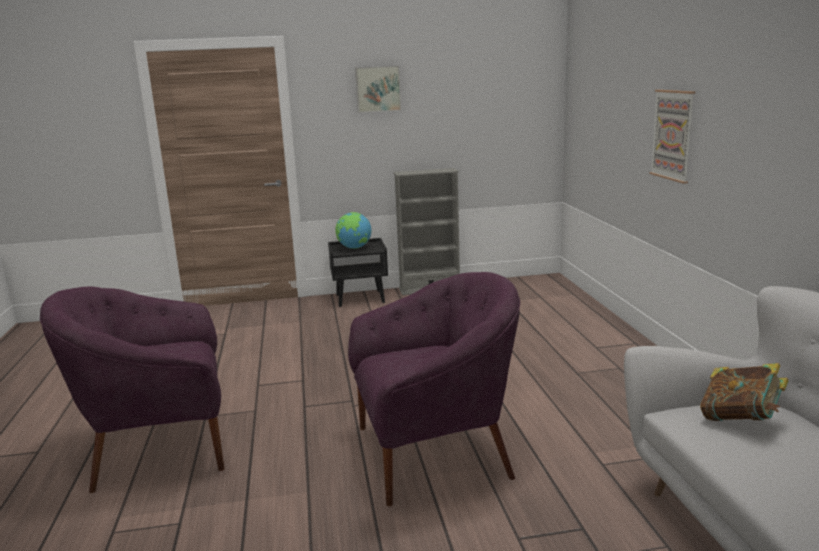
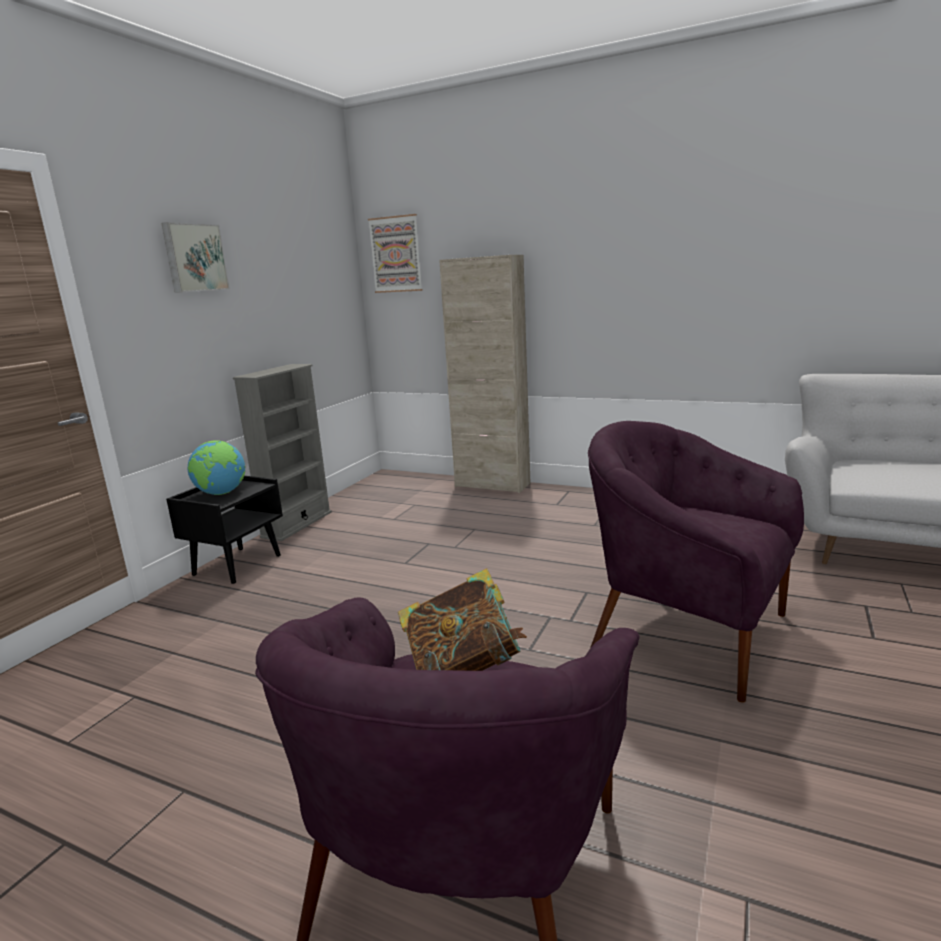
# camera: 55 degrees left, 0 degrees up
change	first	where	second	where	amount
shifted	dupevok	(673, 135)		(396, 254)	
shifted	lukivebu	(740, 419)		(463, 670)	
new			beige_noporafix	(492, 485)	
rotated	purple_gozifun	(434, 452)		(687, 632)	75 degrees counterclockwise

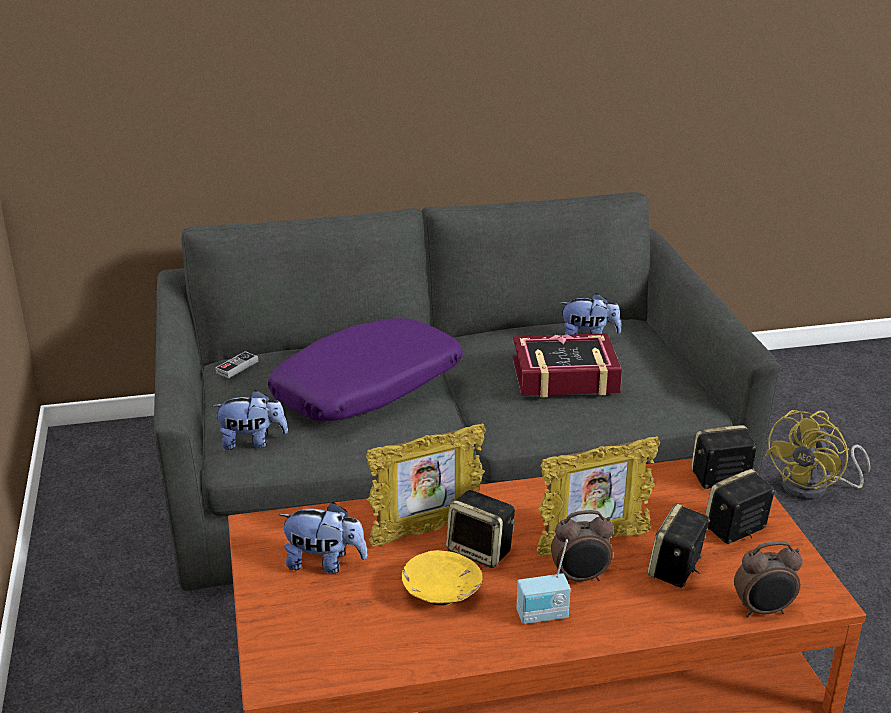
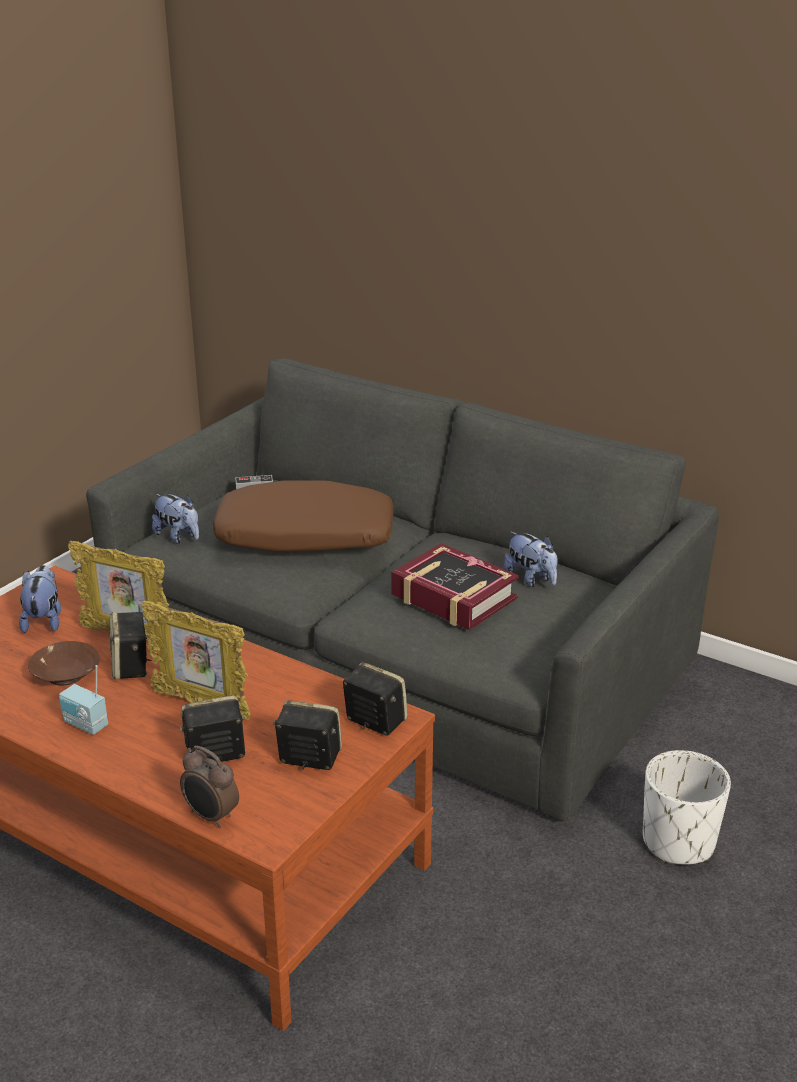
# camera: 45 degrees right, 0 degrees up
change	first	where	second	where	amount
rotated	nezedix	(324, 563)		(44, 620)	150 degrees counterclockwise
repainted	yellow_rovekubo	(441, 591)	brown_rovekubo	(65, 675)	
repainted	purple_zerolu	(368, 388)	brown_zerolu	(305, 537)	
swapped	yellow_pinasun	(814, 488)	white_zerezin	(678, 842)	
gone	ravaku	(580, 578)			

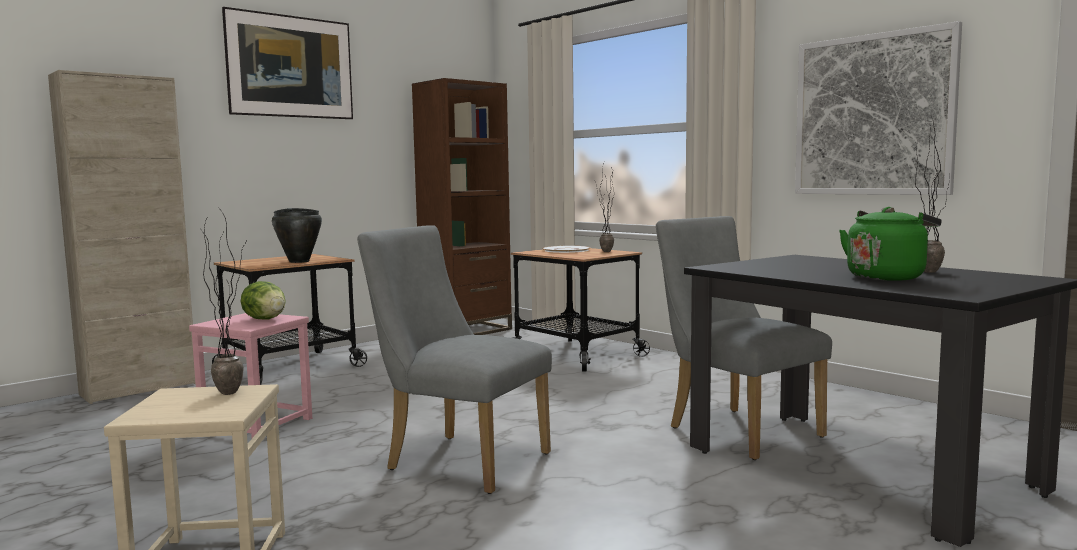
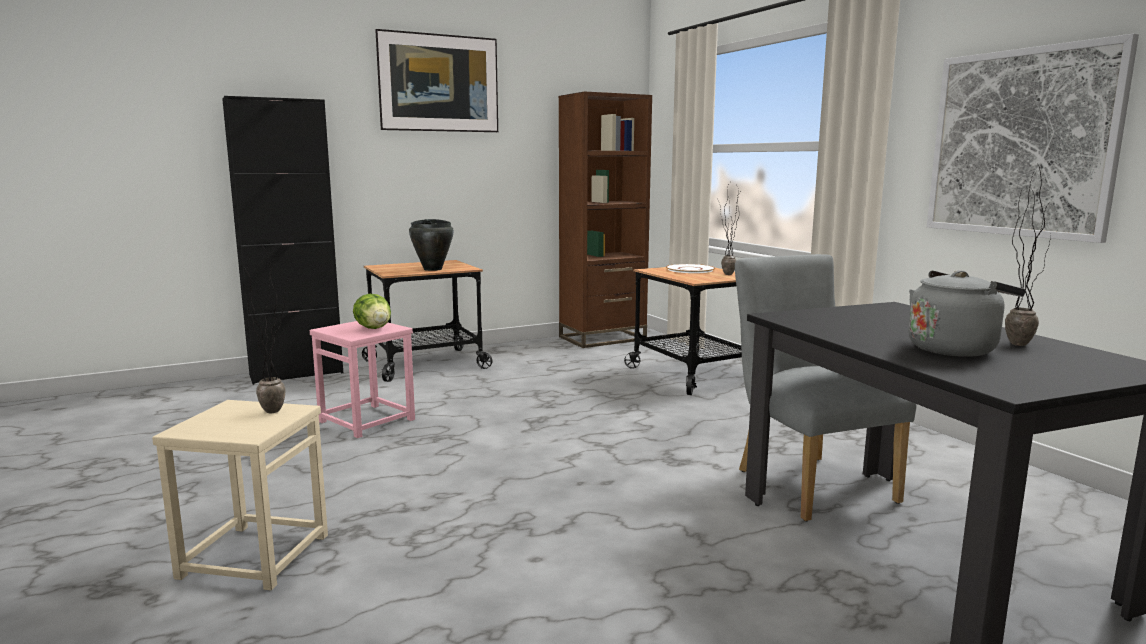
# camera: 15 degrees right, 5 degrees up
change	first	where	second	where	amount
repainted	beige_noporafix	(139, 389)	black_noporafix	(296, 374)	
repainted	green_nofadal	(887, 277)	grey_nofadal	(954, 349)	
gone	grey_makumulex	(458, 460)			

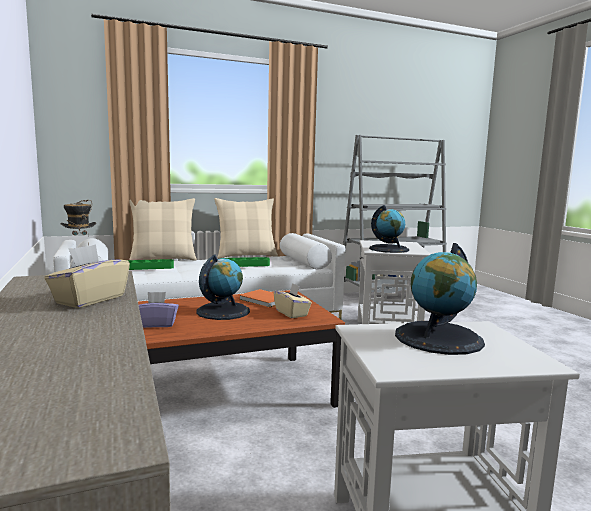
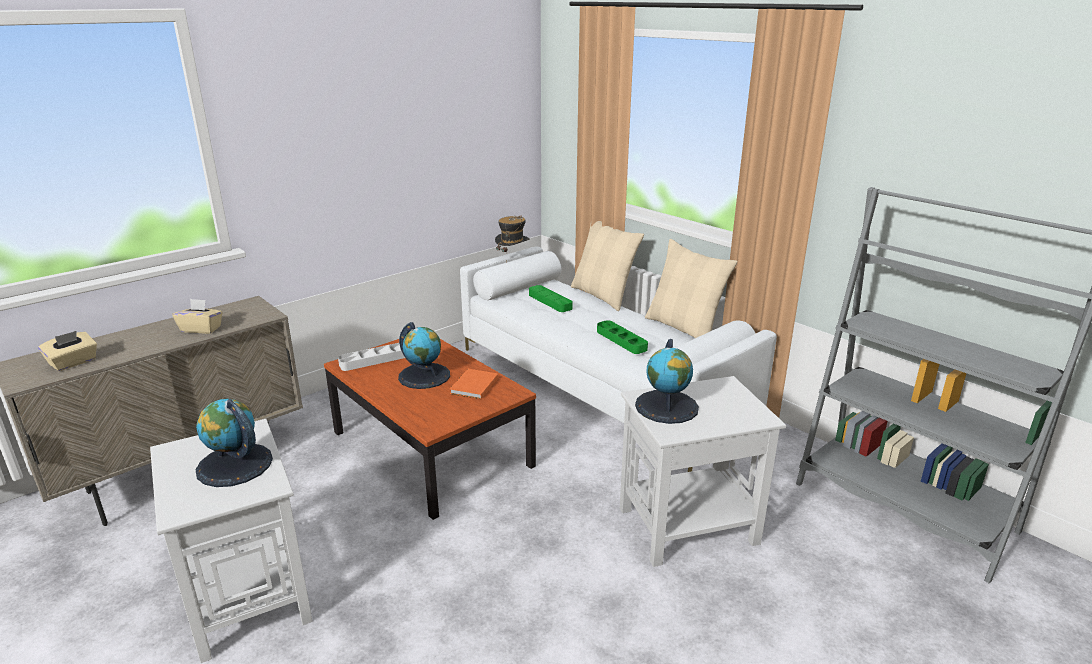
# camera: 70 degrees right, 15 degrees up
change	first	where	second	where	amount
shifted	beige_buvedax	(292, 313)		(73, 363)	
swapped	purple_buvedax	(156, 324)	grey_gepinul	(374, 360)	

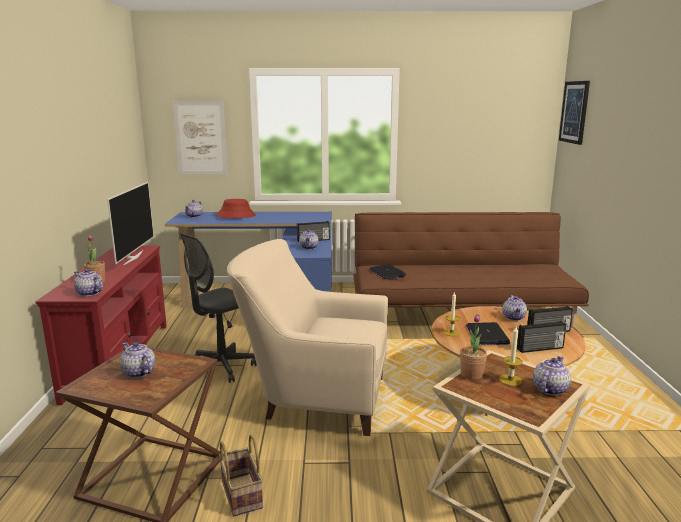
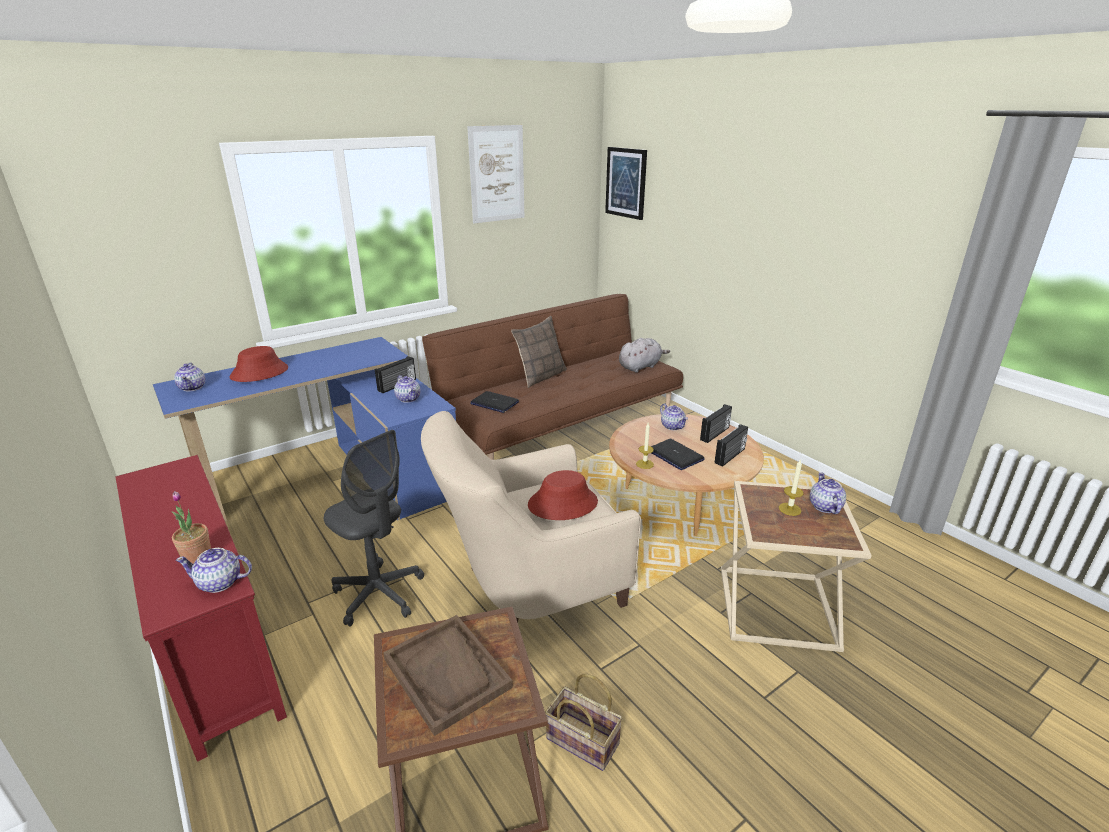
# camera: 35 degrees left, 10 degrees up
change	first	where	second	where	amount
rotated	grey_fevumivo	(221, 368)		(379, 594)	60 degrees counterclockwise
swapped	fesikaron	(138, 372)	brown_gepinul	(447, 673)	
shifted	dupevok	(200, 138)		(497, 174)	
new			zerolu	(540, 376)	
new			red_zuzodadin	(562, 503)	
new			grey_nezedix	(640, 367)	
gone	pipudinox	(132, 257)			
gone	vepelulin	(471, 375)			

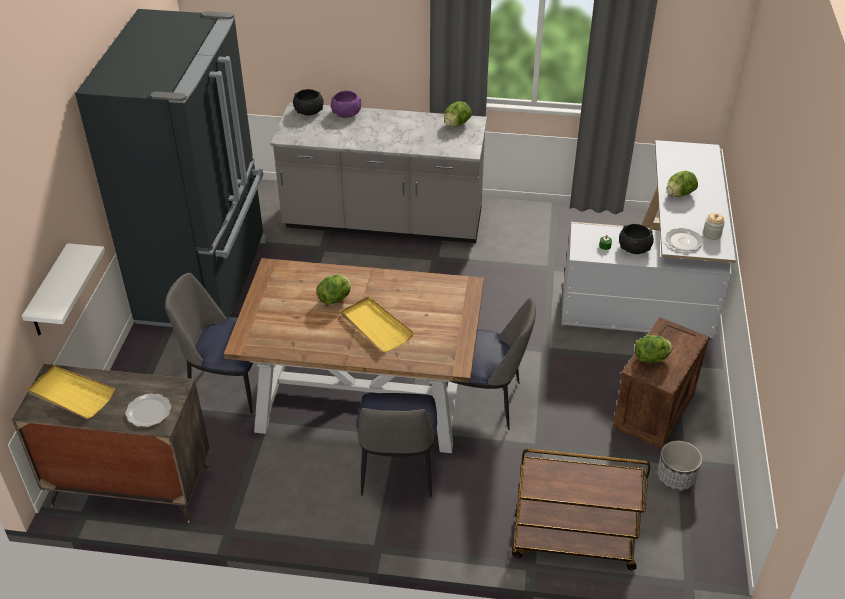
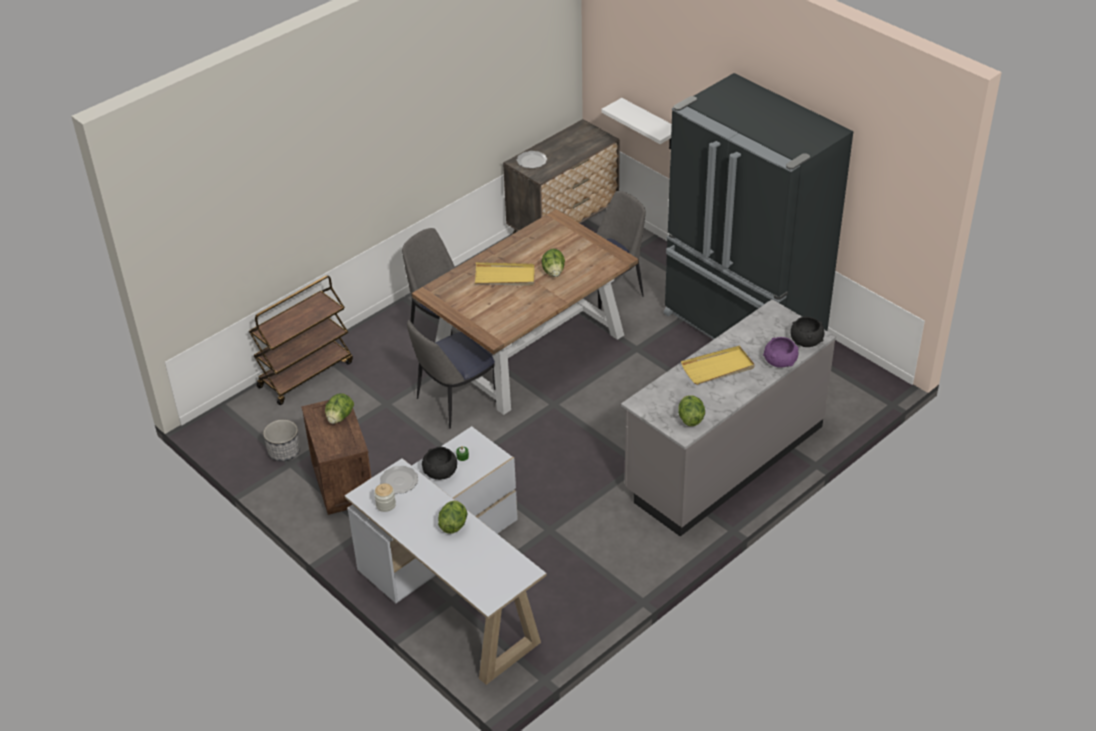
# camera: 130 degrees right, 0 degrees up
change	first	where	second	where	amount
shifted	yellow_gepinul	(71, 394)		(718, 367)	

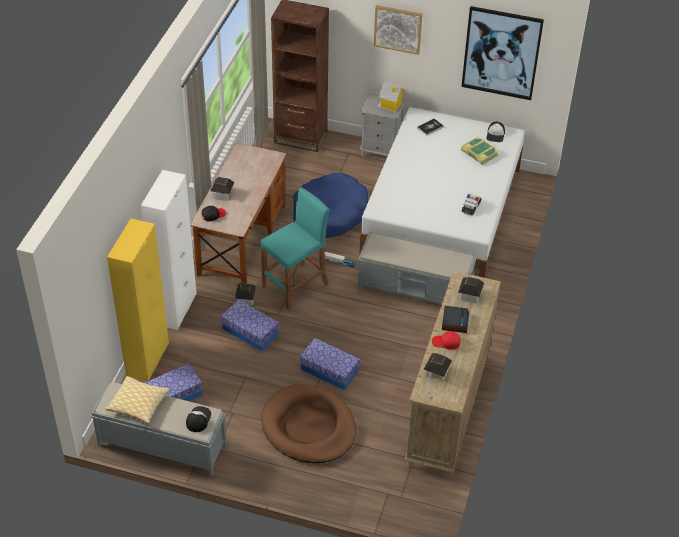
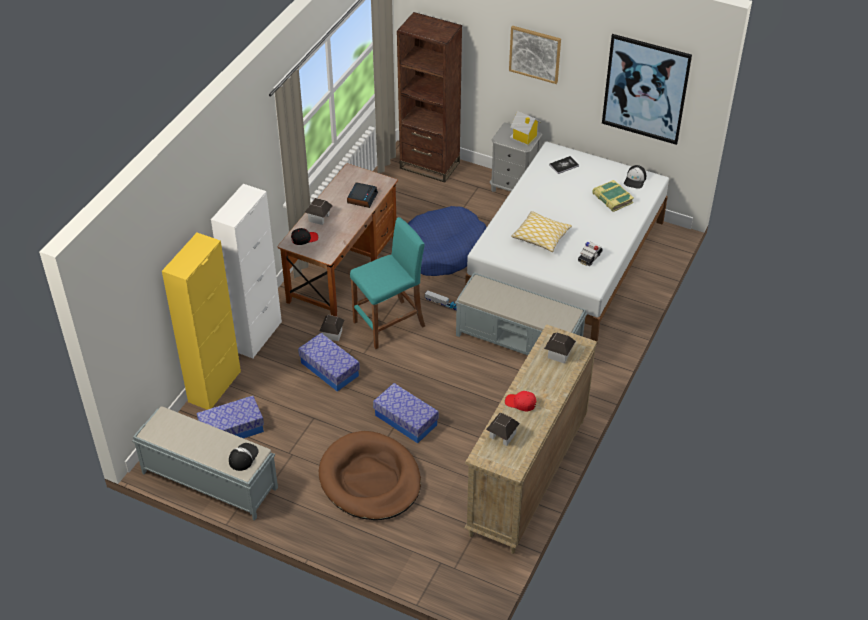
# camera: 10 degrees right, 0 degrees up
change	first	where	second	where	amount
shifted	ravaku	(454, 322)		(362, 198)	
shifted	zerolu	(138, 404)		(541, 236)	

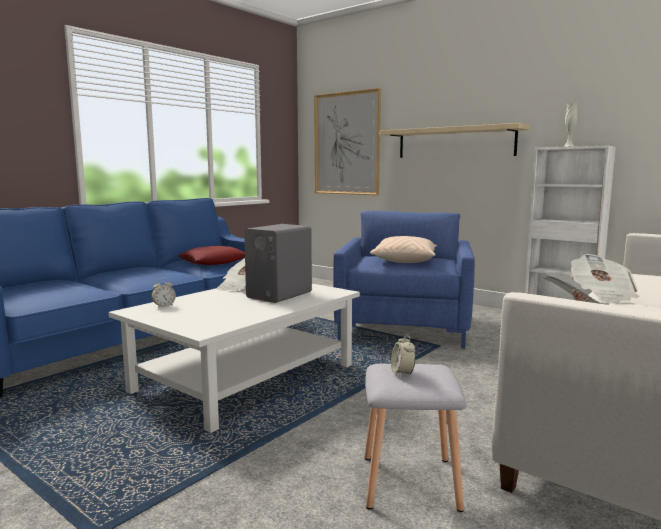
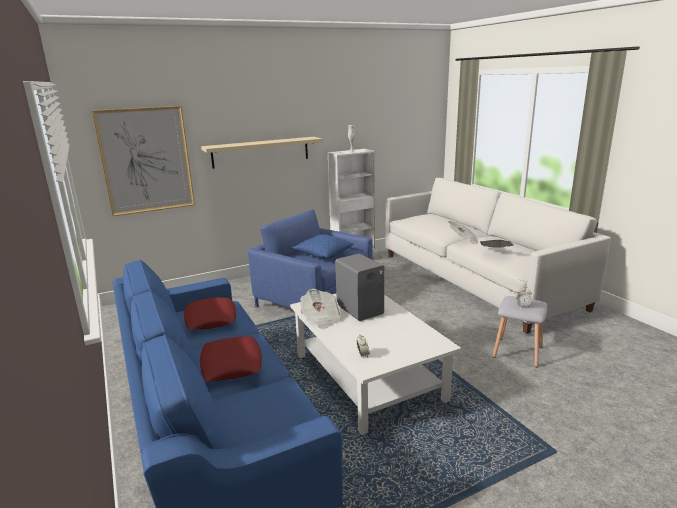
# camera: 65 degrees left, 10 degrees up
change	first	where	second	where	amount
new			red_zerolu	(231, 364)	
repainted	beige_zerolu	(404, 260)	blue_zerolu	(323, 254)	

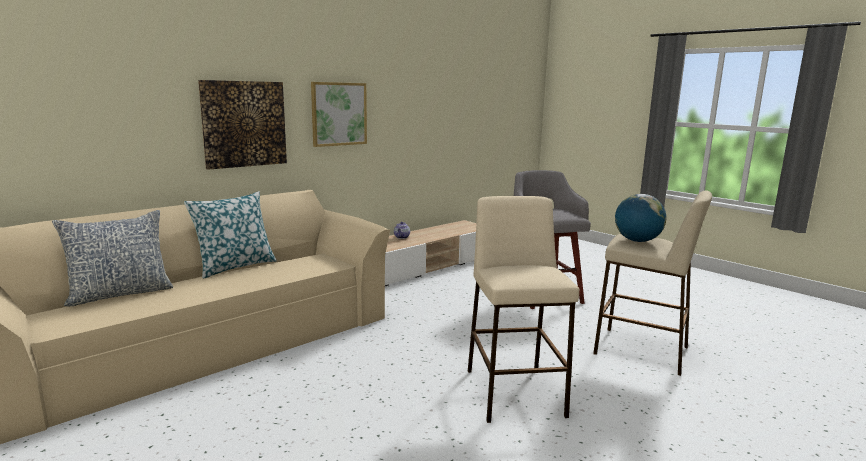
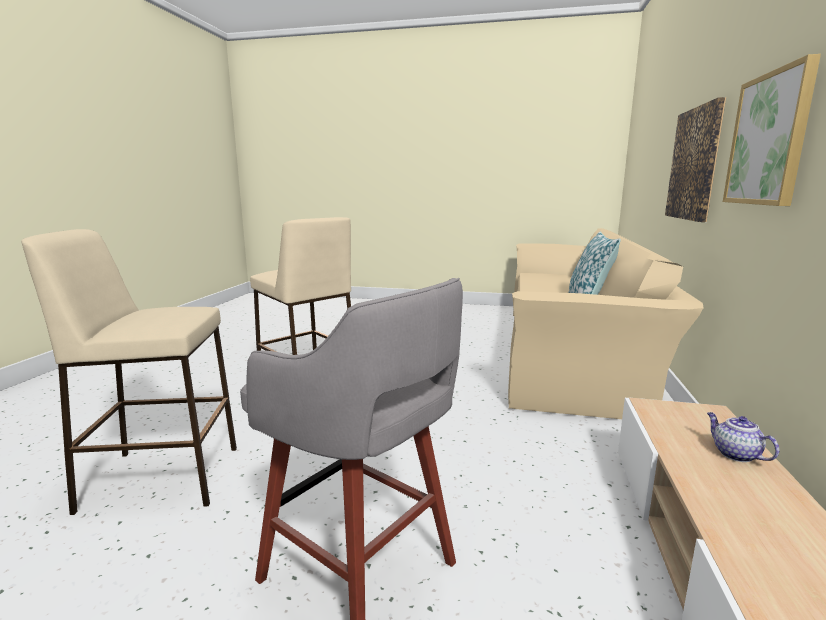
# camera: 145 degrees right, 0 degrees up
change	first	where	second	where	amount
gone	zerolu	(120, 293)			
gone	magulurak	(637, 241)			

